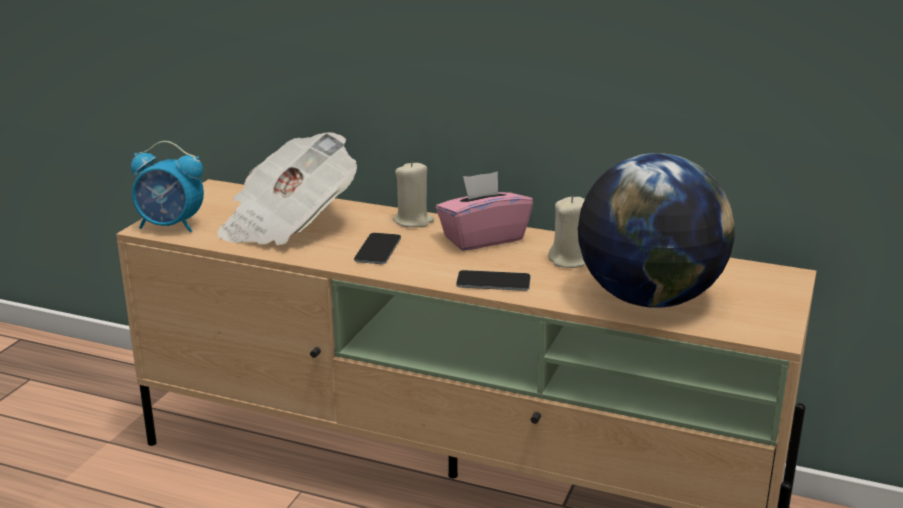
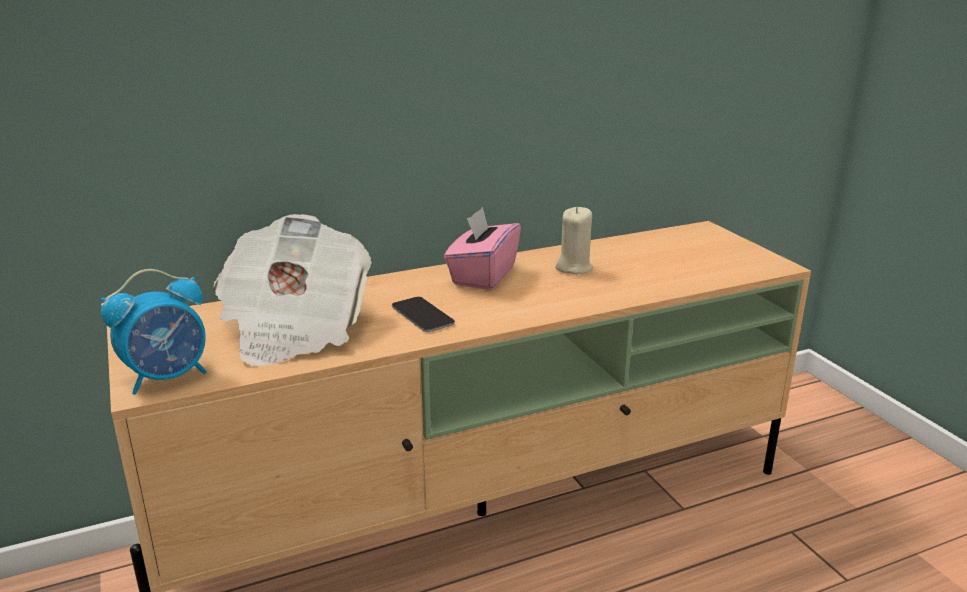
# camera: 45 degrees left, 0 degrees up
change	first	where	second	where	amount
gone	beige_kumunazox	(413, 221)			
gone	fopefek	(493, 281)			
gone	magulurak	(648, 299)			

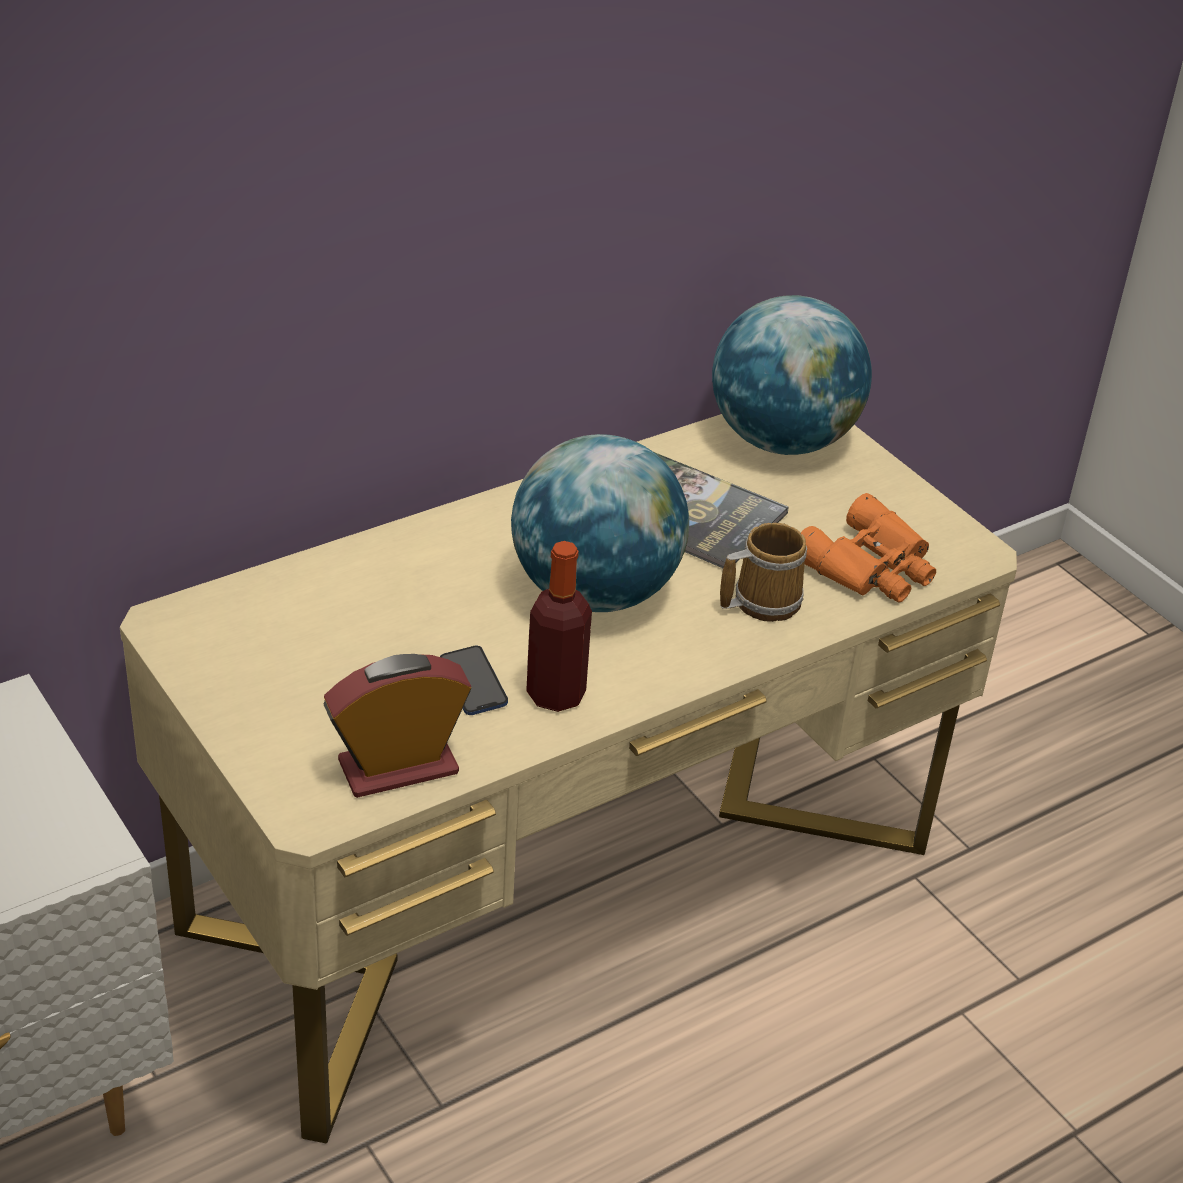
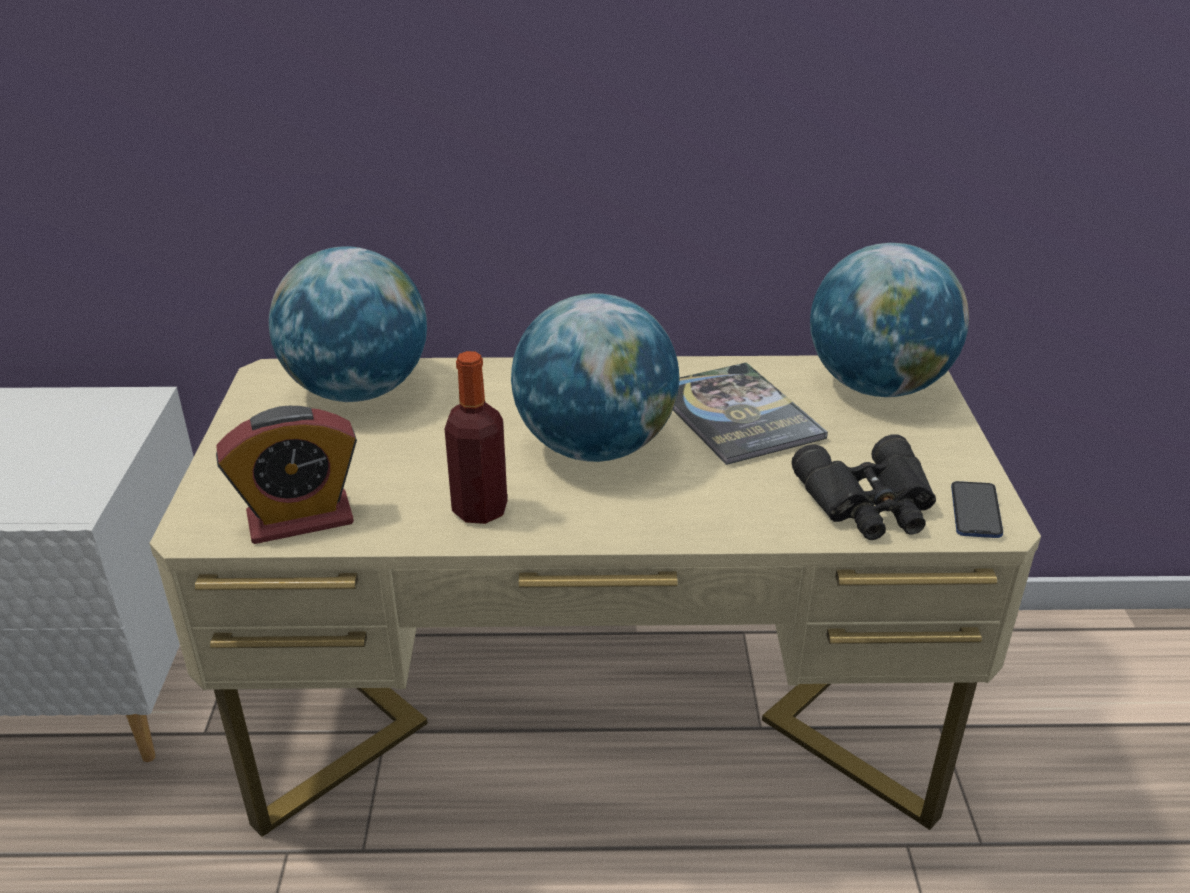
# camera: 35 degrees right, 5 degrees down
change	first	where	second	where	amount
rotated	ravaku	(398, 767)		(300, 519)	150 degrees clockwise
new			magulurak	(358, 391)	
repainted	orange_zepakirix	(871, 567)	black_zepakirix	(869, 503)	
shifted	fopefek	(473, 682)		(975, 511)	
gone	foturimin	(762, 601)			

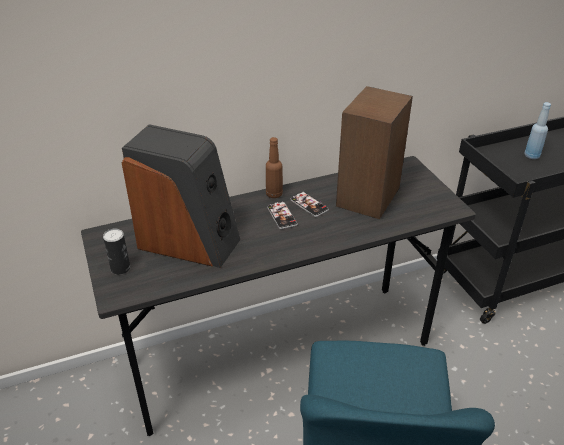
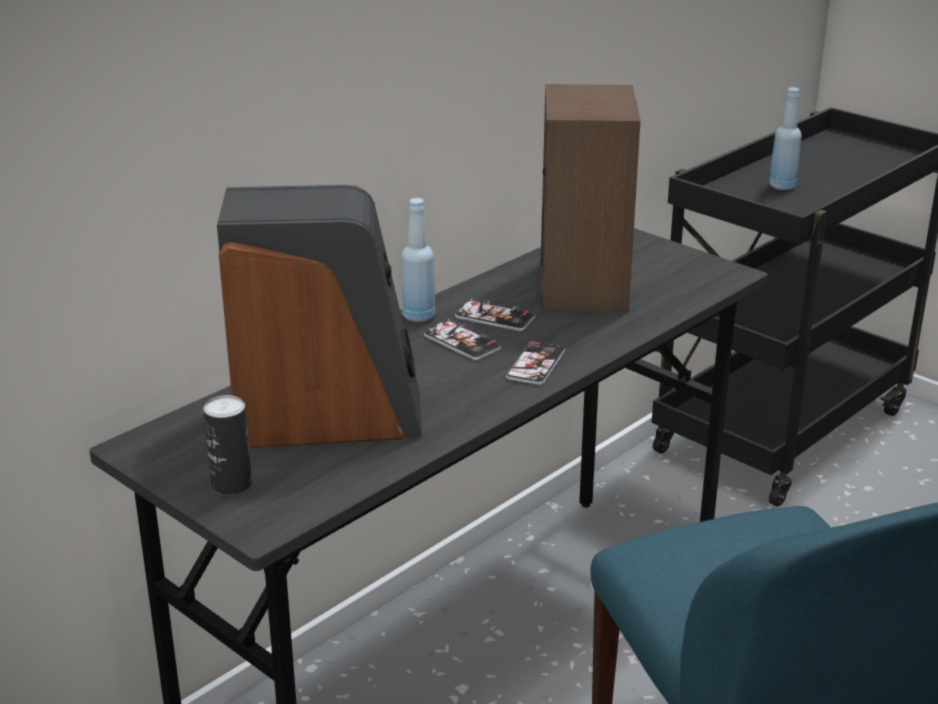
# camera: 25 degrees left, 10 degrees down
change	first	where	second	where	amount
repainted	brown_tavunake	(274, 194)	blue_tavunake	(418, 316)	
new			fopefek	(536, 365)	

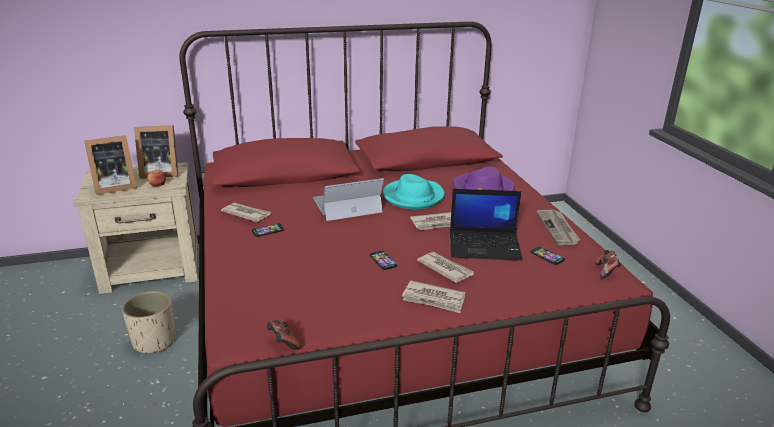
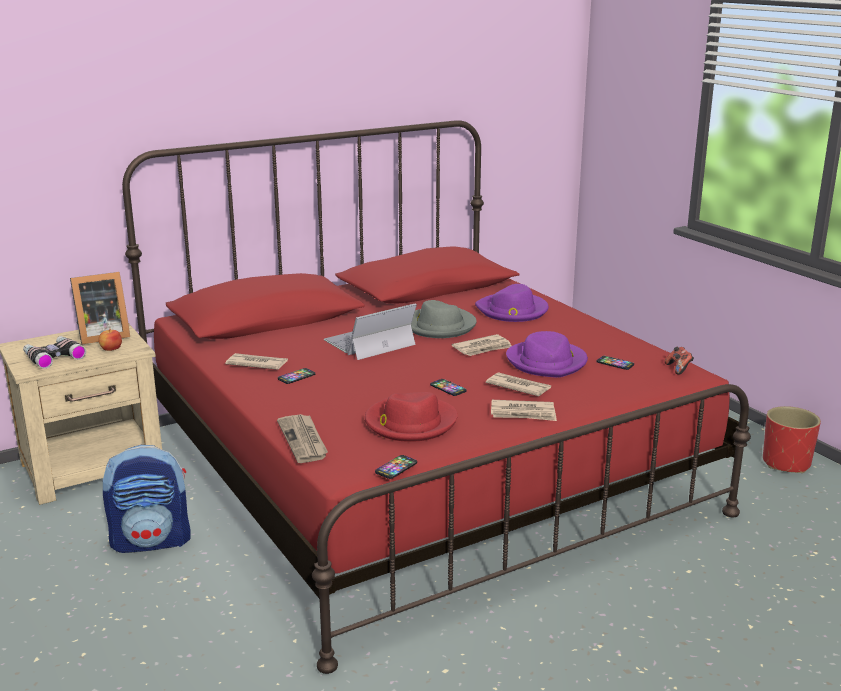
# camera: 15 degrees left, 5 degrees down
change	first	where	second	where	amount
swapped	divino	(113, 187)	zepakirix	(53, 357)	
swapped	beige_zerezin	(155, 341)	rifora	(152, 541)	
shifted	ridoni	(558, 229)		(304, 440)	
new			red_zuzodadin	(410, 422)	
swapped	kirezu	(283, 343)	fopefek	(396, 468)	
repainted	turquoise_zuzodadin	(413, 196)	grey_zuzodadin	(439, 326)	
swapped	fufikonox	(485, 246)	purple_zuzodadin	(547, 362)	
new			red_zerezin	(786, 463)	

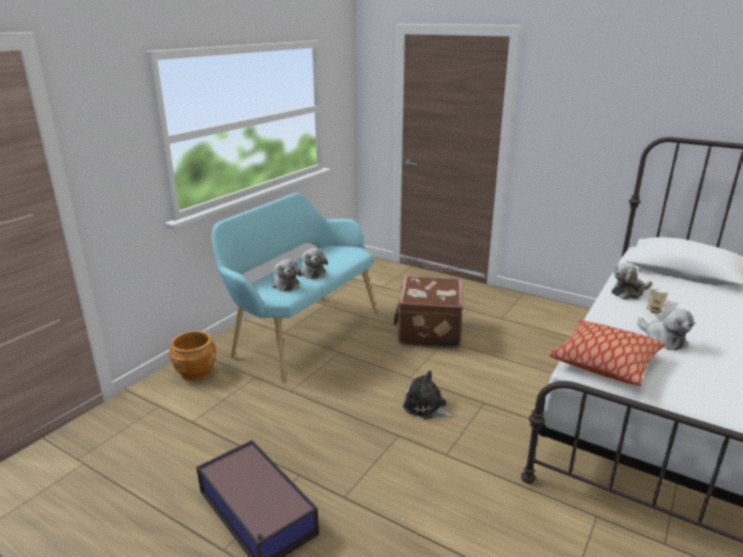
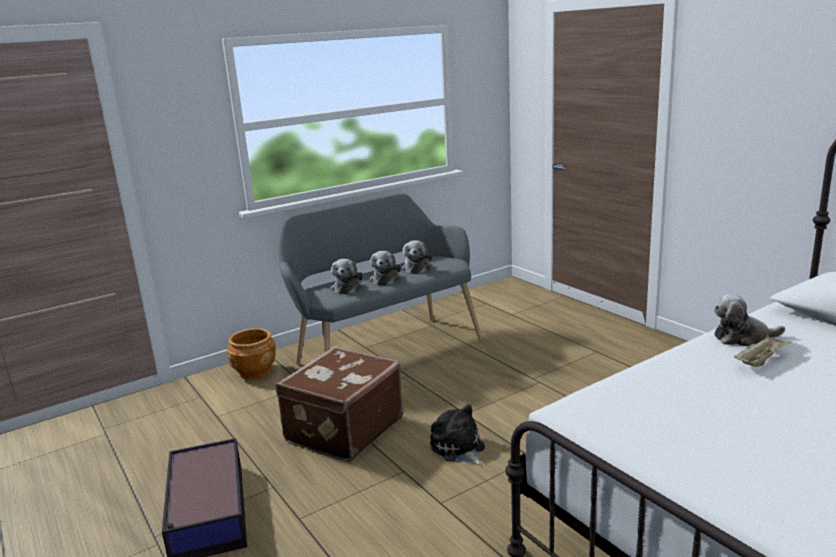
# camera: 25 degrees right, 5 degrees down
change	first	where	second	where	amount
shifted	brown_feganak	(428, 331)		(342, 430)	
repainted	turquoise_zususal	(301, 332)	grey_zususal	(384, 350)	
shifted	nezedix	(662, 339)		(416, 268)	
gone	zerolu	(604, 362)			

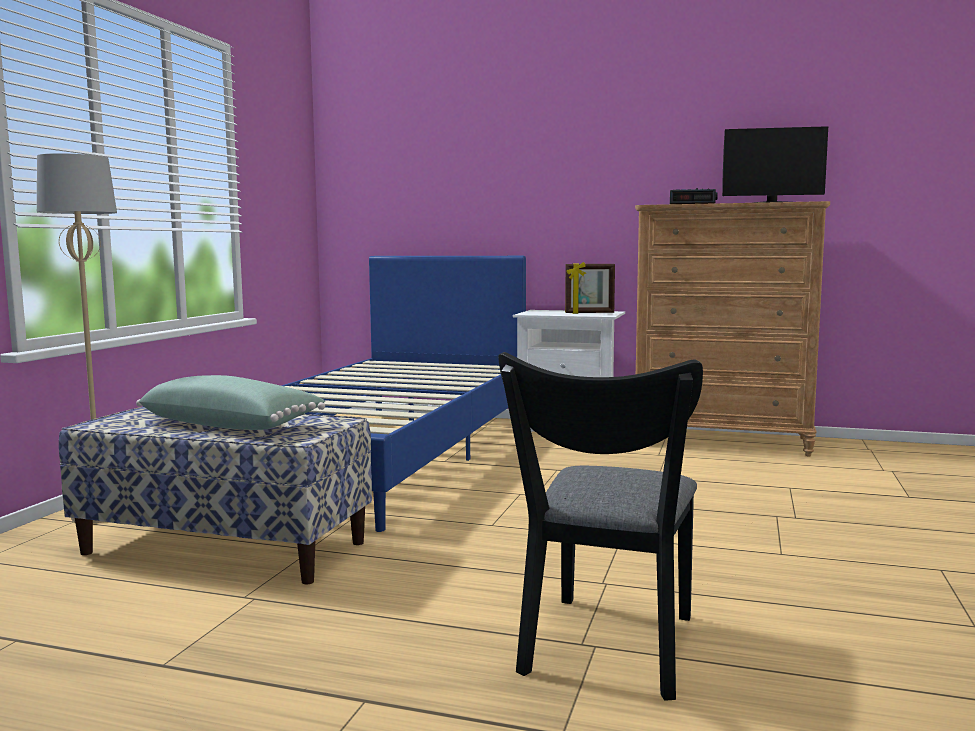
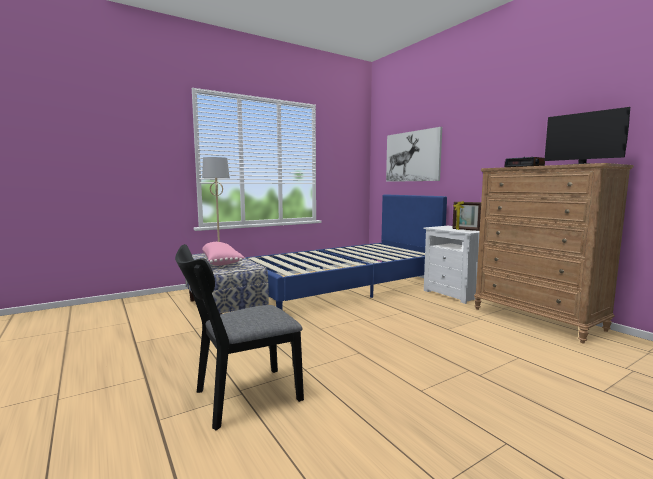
# camera: 40 degrees right, 0 degrees up
change	first	where	second	where	amount
repainted	green_zerolu	(232, 425)	pink_zerolu	(222, 262)	
new			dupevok	(412, 156)	

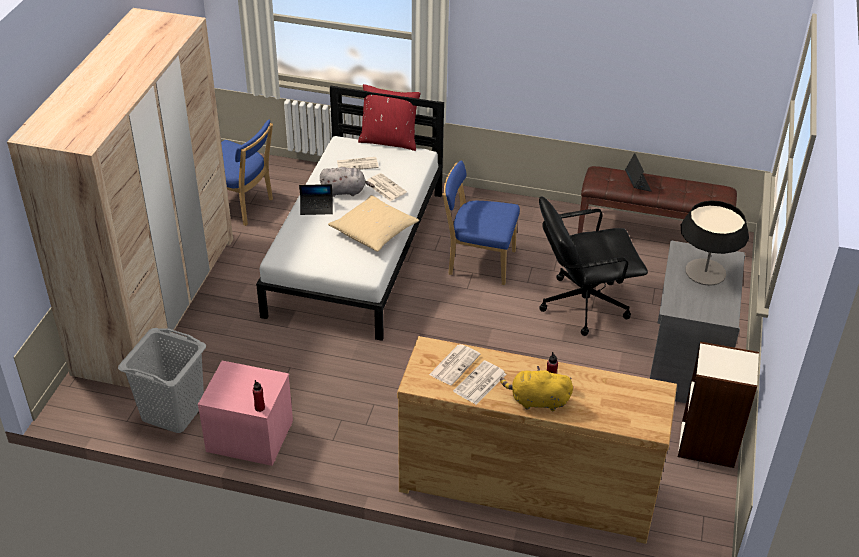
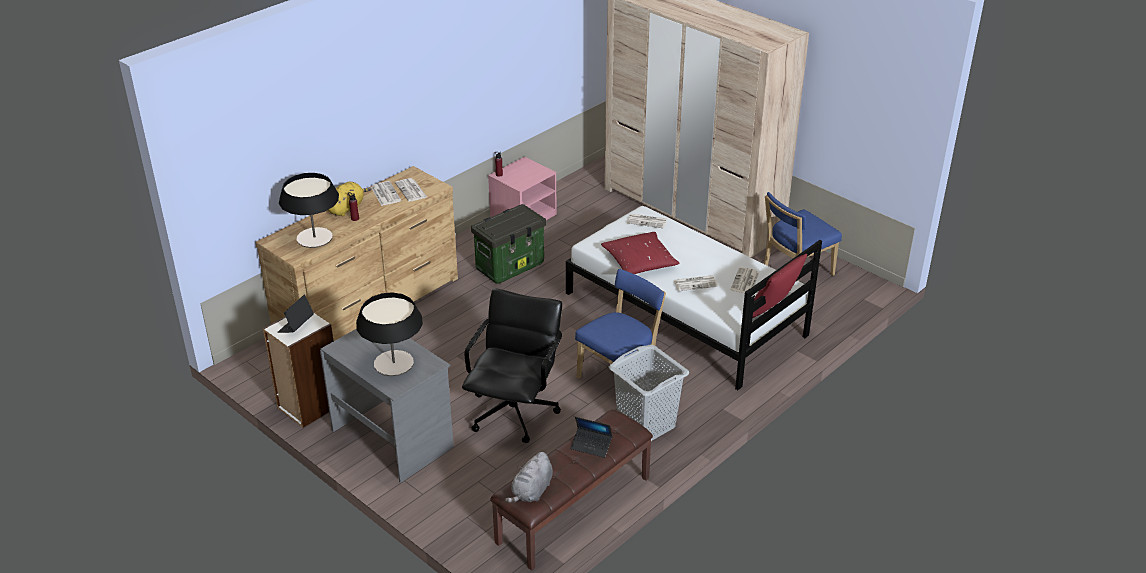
# camera: 120 degrees right, 5 degrees down
change	first	where	second	where	amount
shifted	fufikonox	(316, 208)		(296, 326)	
new			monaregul	(314, 237)	
new			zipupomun	(510, 266)	
shifted	grey_nezedix	(345, 191)		(531, 491)	
repainted	beige_zerolu	(374, 231)	red_zerolu	(639, 262)	
shifted	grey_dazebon	(173, 411)		(646, 425)	
new			ridoni	(647, 221)	

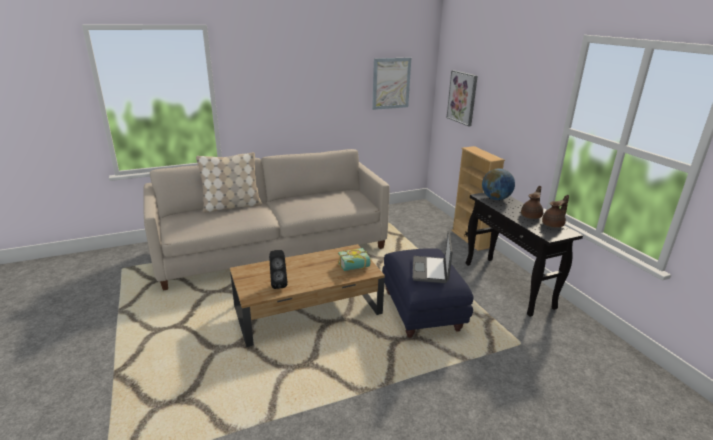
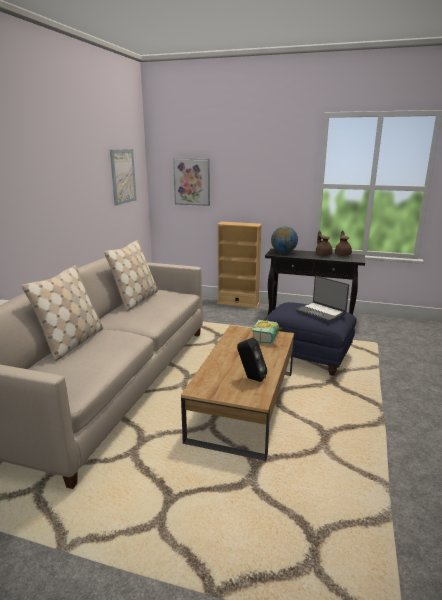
# camera: 50 degrees left, 5 degrees down
change	first	where	second	where	amount
new			beige_zerolu	(136, 300)	

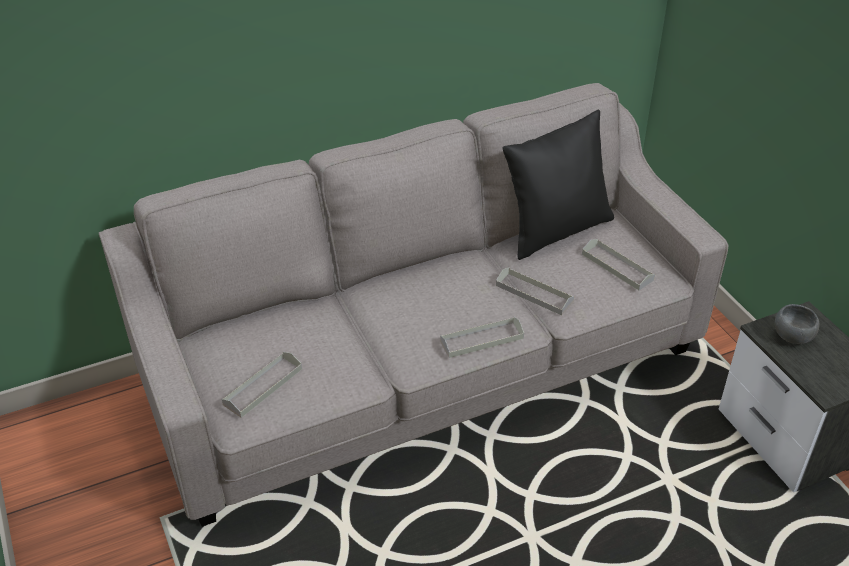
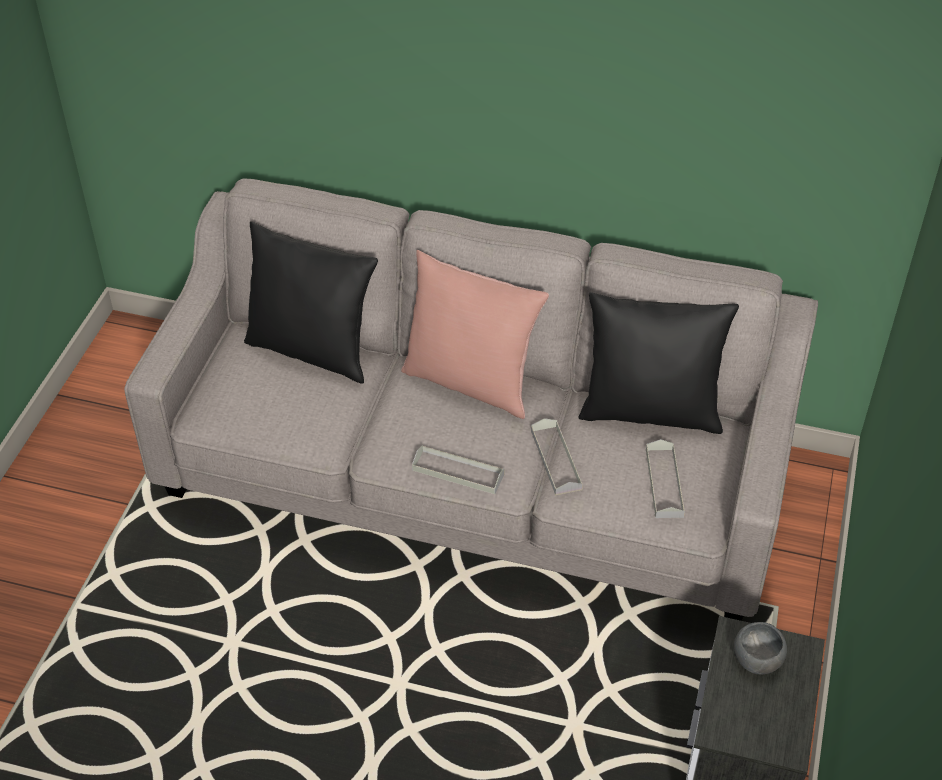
# camera: 40 degrees right, 5 degrees up
change	first	where	second	where	amount
new			black_zerolu	(312, 350)	
new			pink_zerolu	(471, 382)	
gone	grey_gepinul	(263, 386)			

